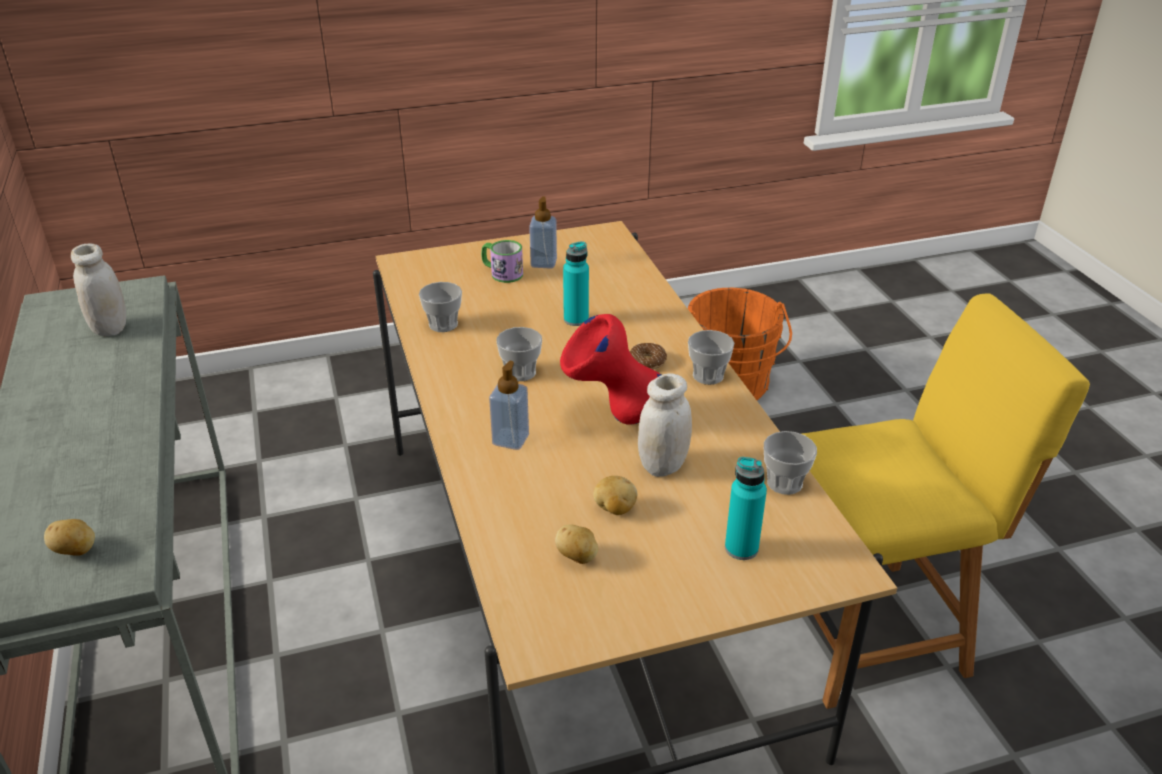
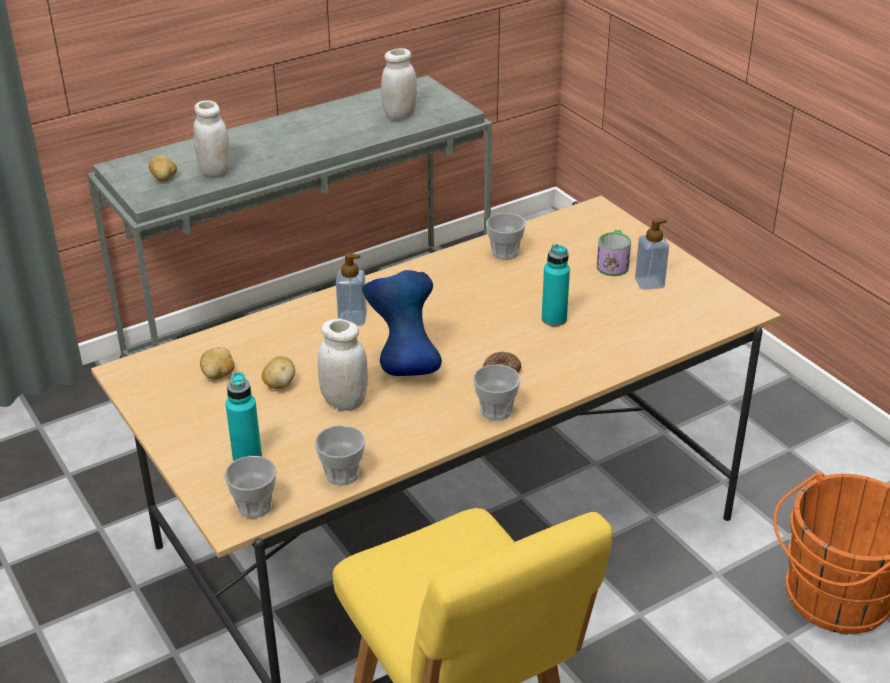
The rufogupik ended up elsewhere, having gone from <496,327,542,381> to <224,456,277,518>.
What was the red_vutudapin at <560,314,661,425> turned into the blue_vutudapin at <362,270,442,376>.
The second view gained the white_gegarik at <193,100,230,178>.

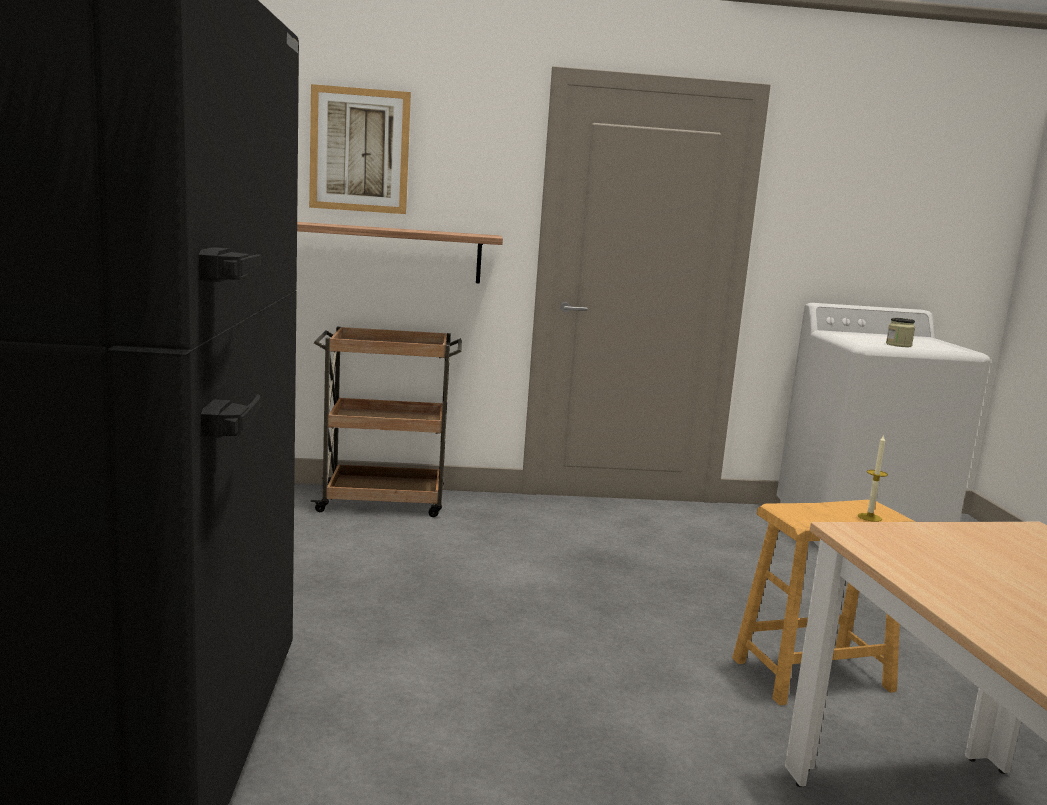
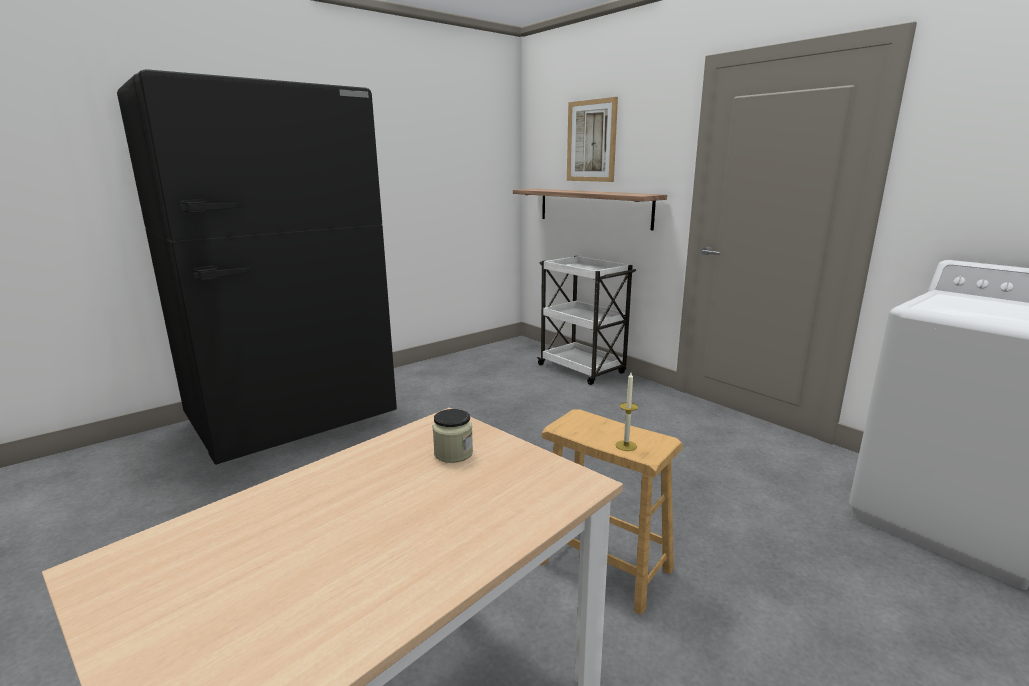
What was the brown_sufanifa at <311,327,462,517> turned into the white_sufanifa at <536,256,636,385>.
The gegarik ended up elsewhere, having gone from <886,318,915,347> to <433,409,473,463>.

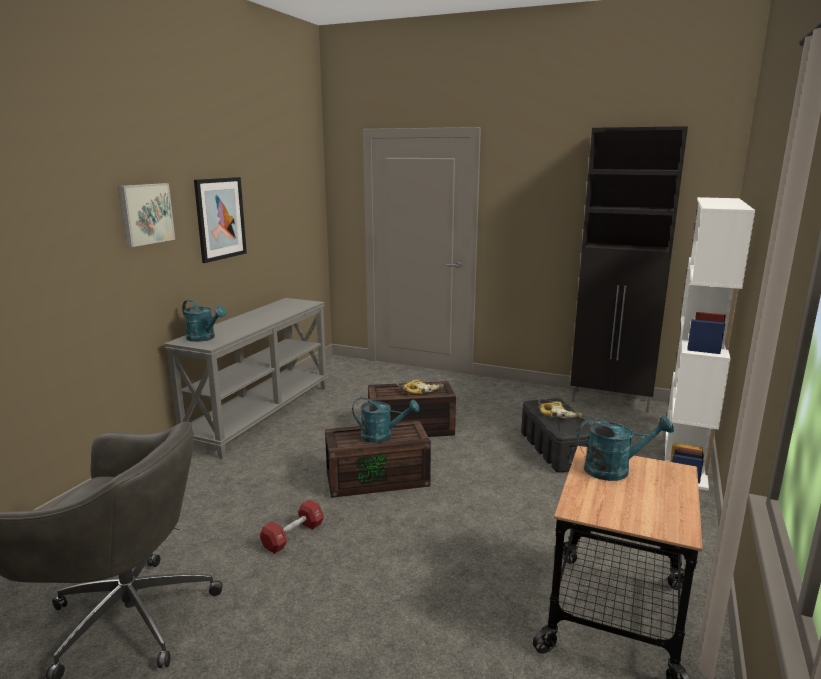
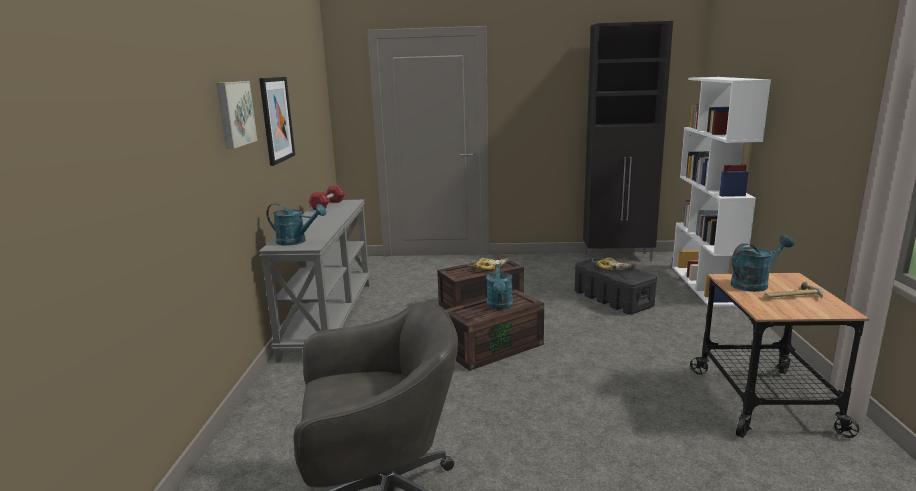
The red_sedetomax ended up elsewhere, having gone from <260,499,324,554> to <309,185,345,210>.
The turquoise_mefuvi at <352,397,419,443> ended up facing another way, 105 degrees clockwise from before.
The second view gained the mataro at <764,281,823,298>.

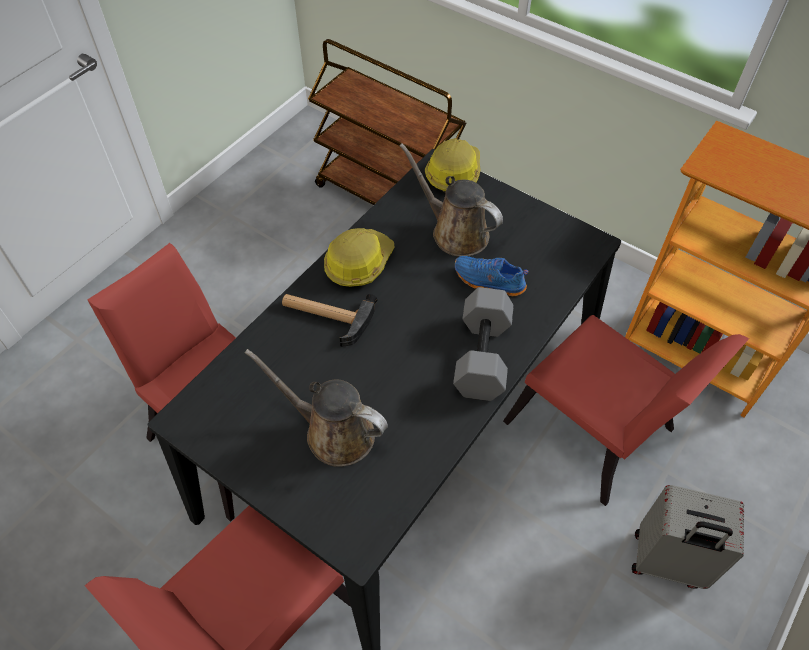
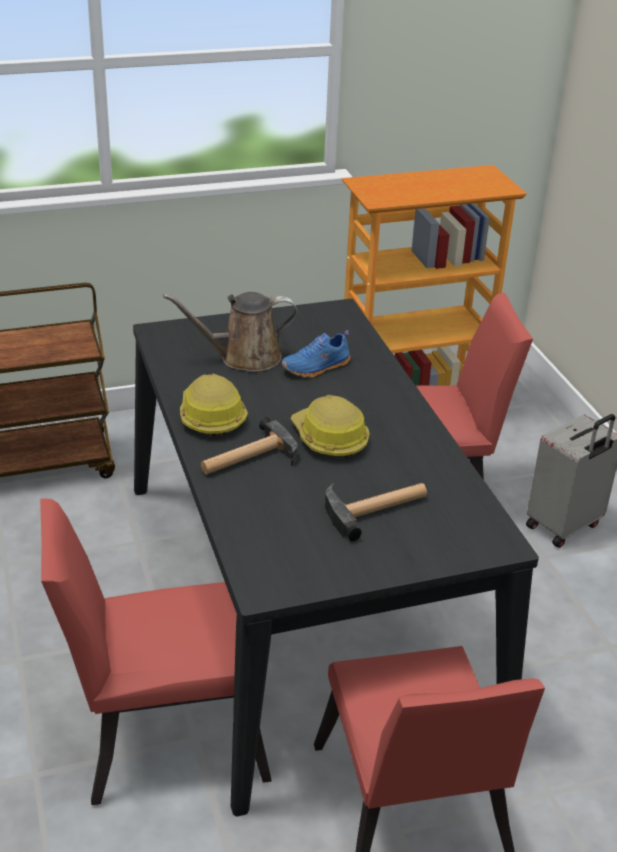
Where the brown_mefuvi stood at <245,349,388,467>, the mataro came to stand at <325,483,427,542>.
The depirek ended up elsewhere, having gone from <425,138,481,193> to <291,395,370,459>.
The second view lost the grey_sedetomax at <453,287,514,401>.

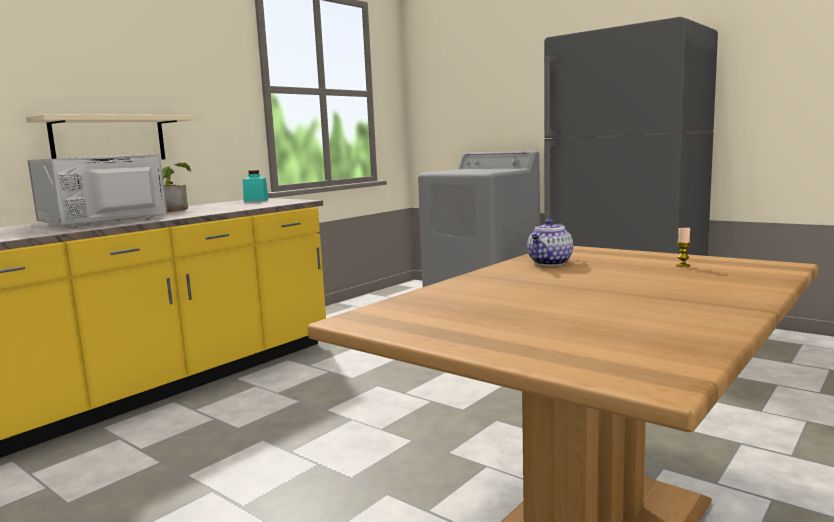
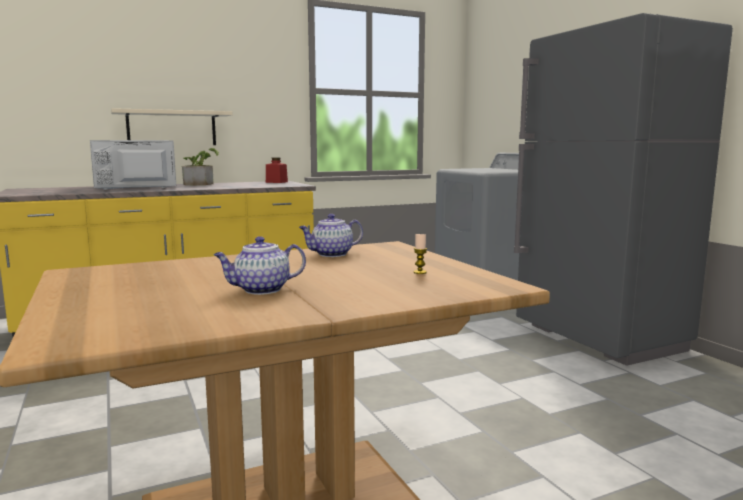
What was the turquoise_gegarik at <243,170,269,202> turned into the red_gegarik at <266,158,288,183>.
The second view gained the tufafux at <213,236,306,295>.

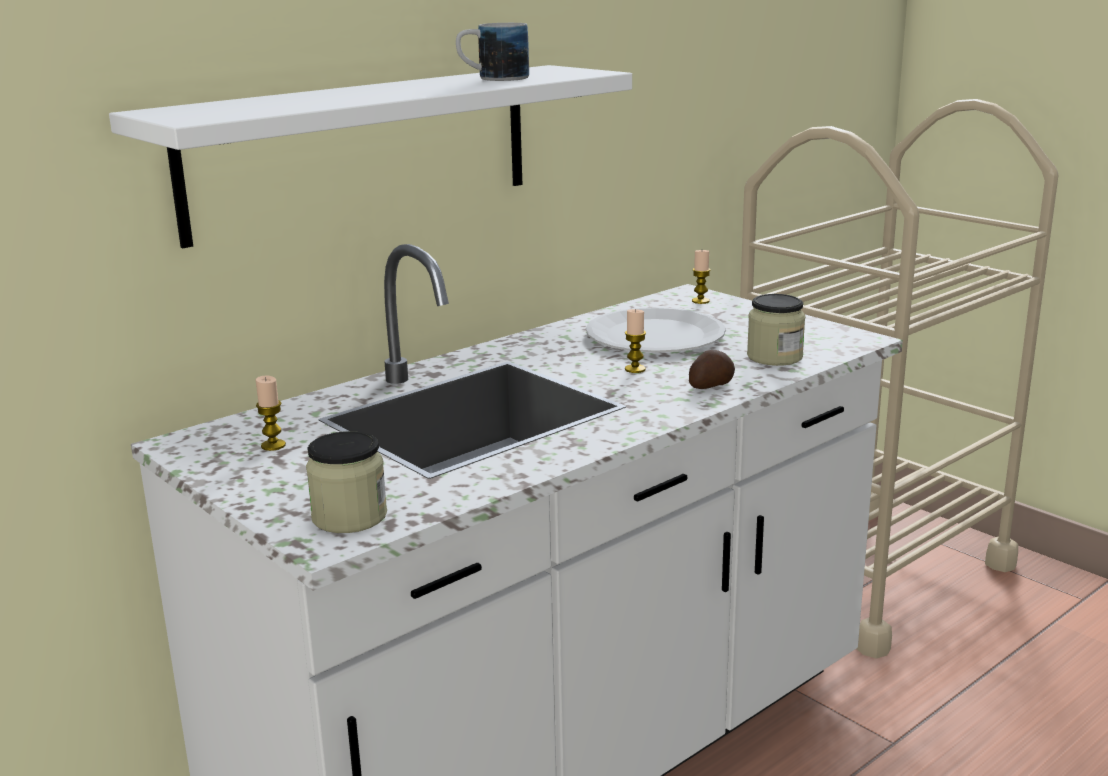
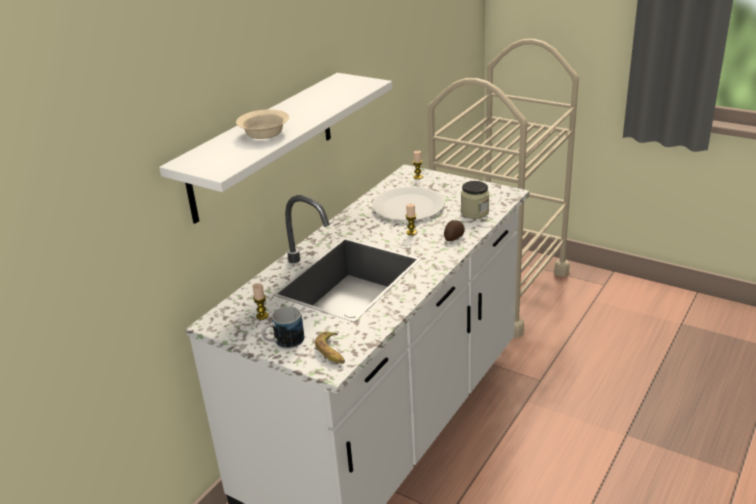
Where the gegarik stood at <306,431,387,533>, the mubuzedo came to stand at <315,332,345,363>.
The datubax ended up elsewhere, having gone from <456,23,529,81> to <261,306,304,348>.
The second view gained the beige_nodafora at <236,109,289,139>.

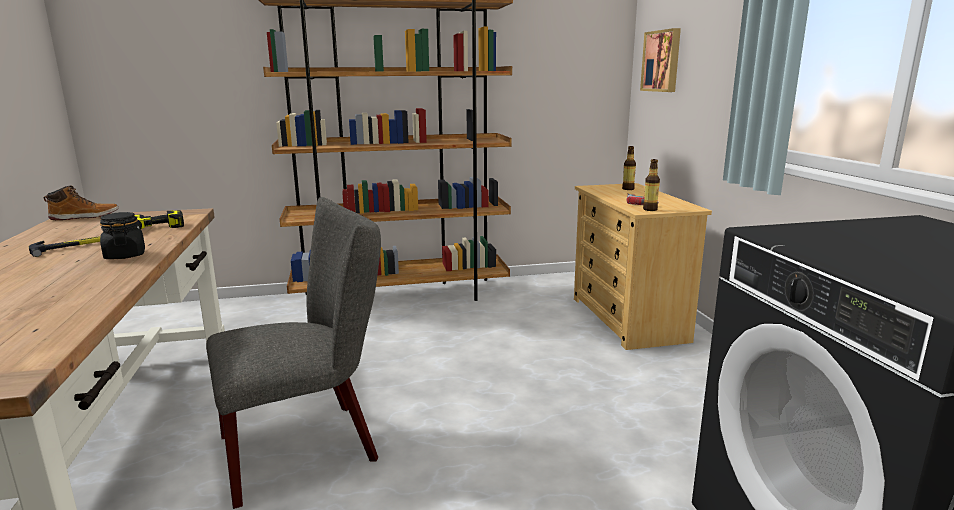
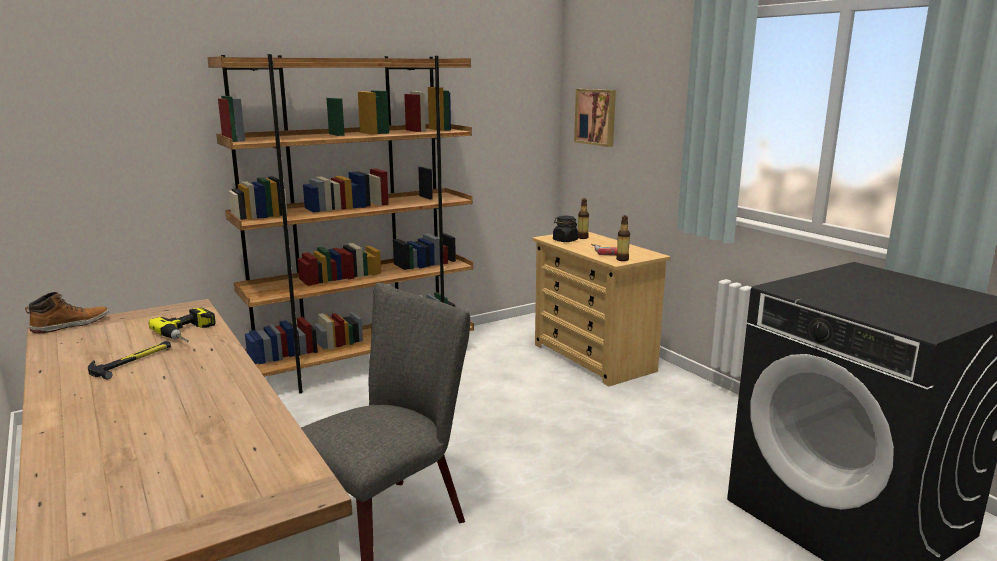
The black_gegarik ended up elsewhere, having gone from <100,212,145,259> to <553,216,578,242>.

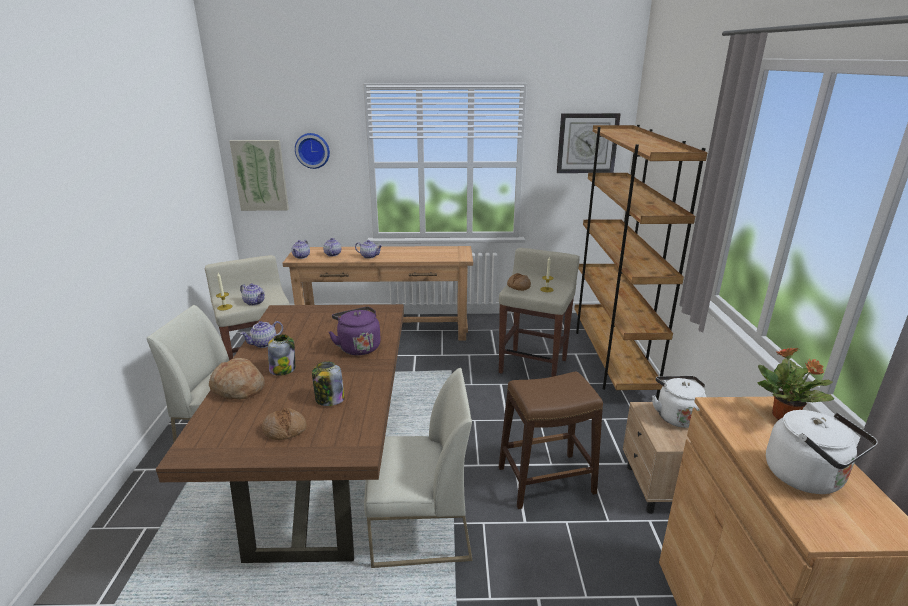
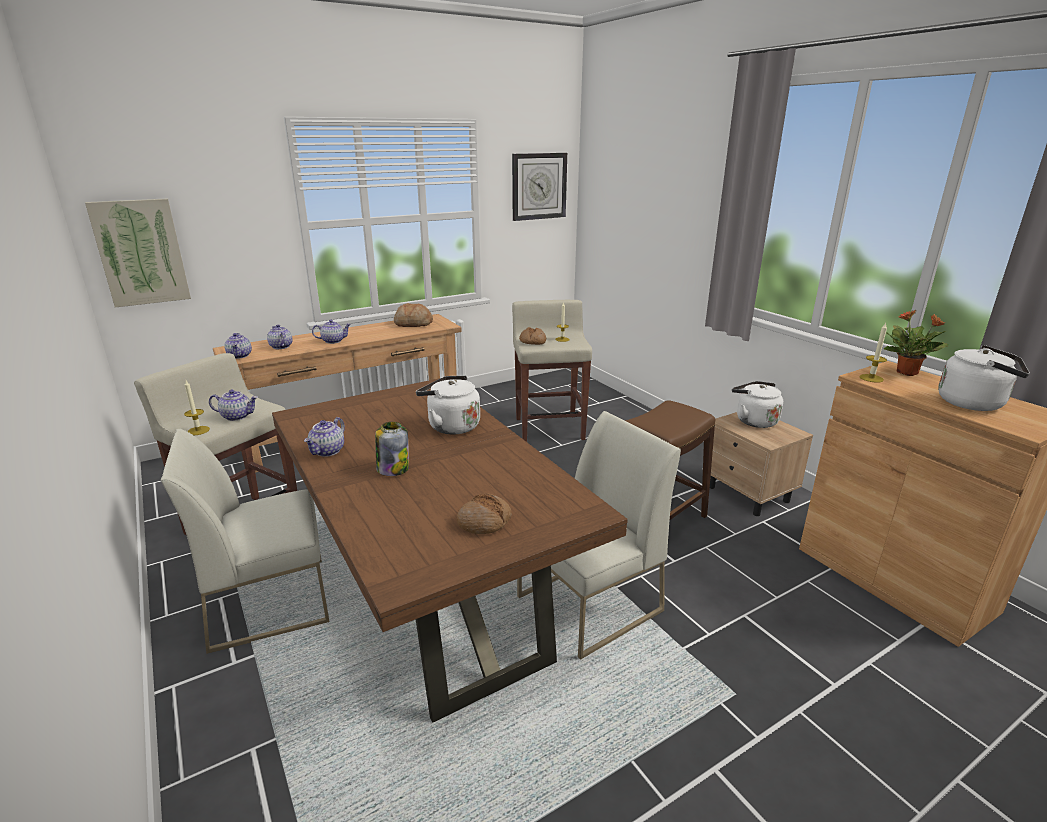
The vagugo ended up elsewhere, having gone from <209,358,265,400> to <394,303,433,327>.
The second view lost the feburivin at <295,133,330,169>.
The second view lost the gegarik at <312,361,345,406>.
What was the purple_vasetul at <329,307,381,355> turned into the white_vasetul at <416,376,480,435>.
The second view lost the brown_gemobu at <574,125,707,400>.
The second view gained the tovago at <859,323,887,383>.

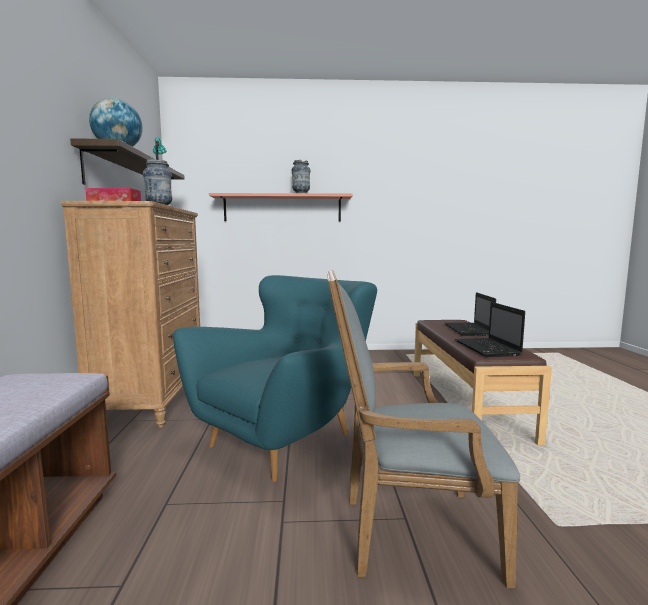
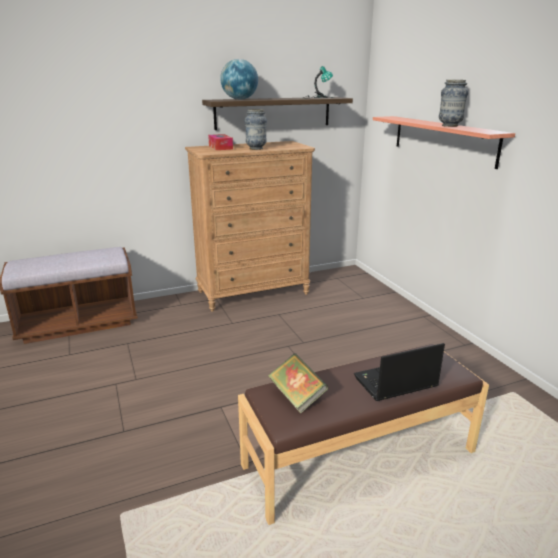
The second view lost the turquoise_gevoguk at <173,275,377,482>.
The second view lost the grey_gevoguk at <327,270,520,588>.
Where the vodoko stood at <455,302,525,357>, the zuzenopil came to stand at <268,353,329,414>.

